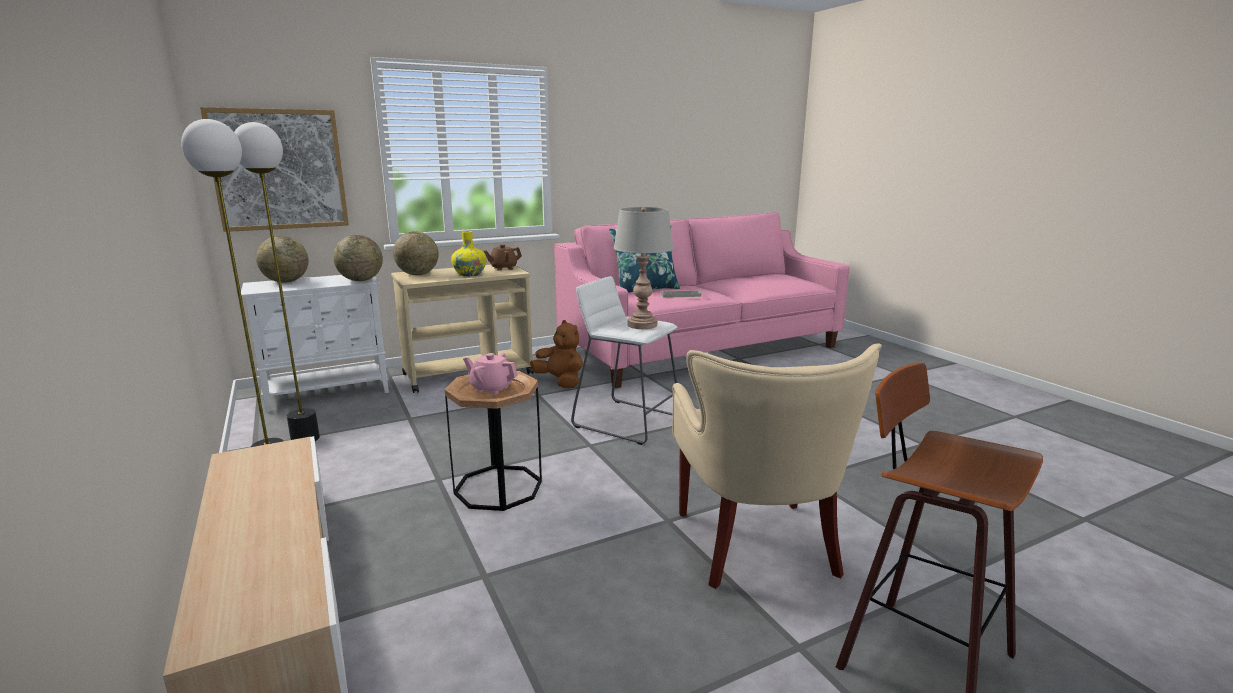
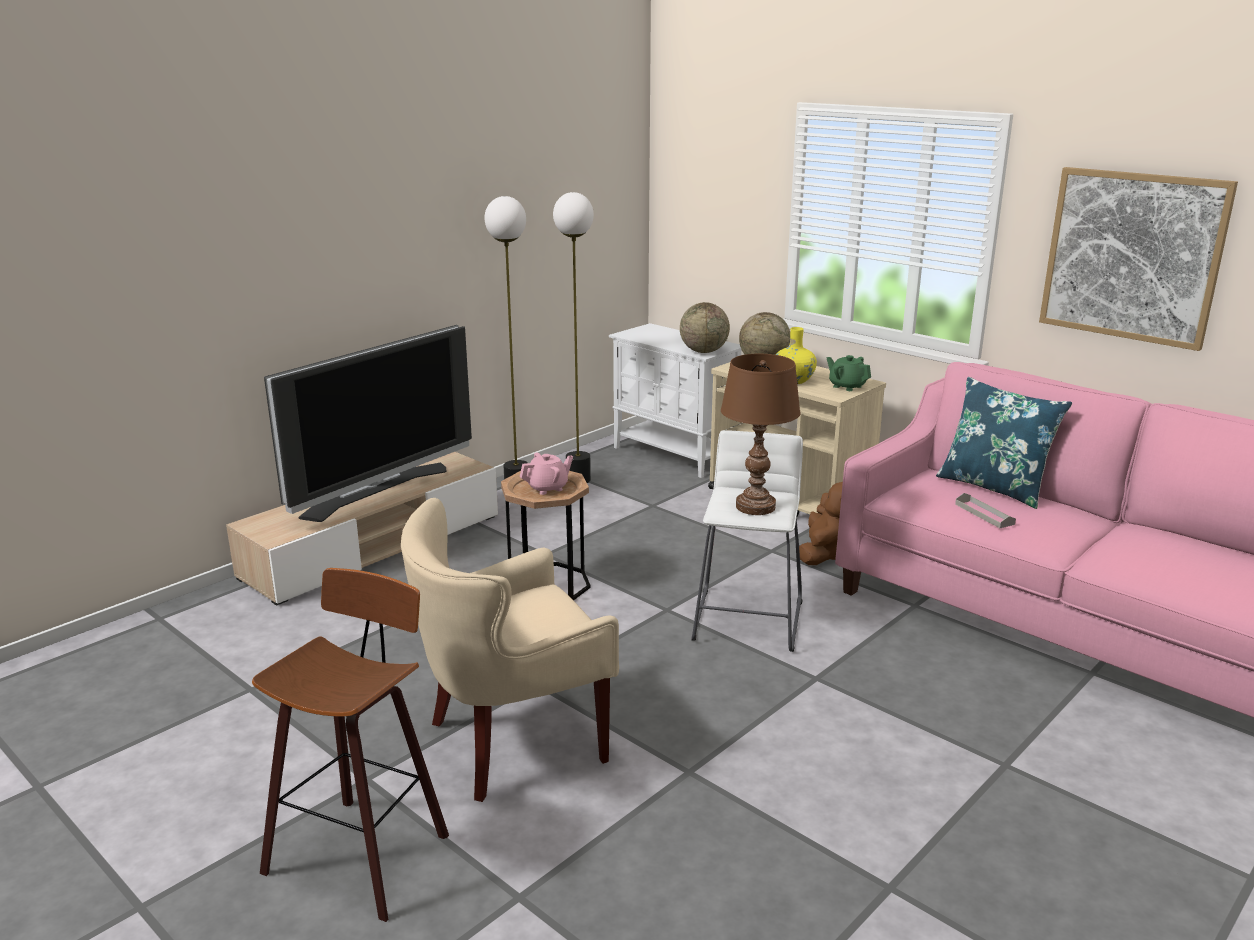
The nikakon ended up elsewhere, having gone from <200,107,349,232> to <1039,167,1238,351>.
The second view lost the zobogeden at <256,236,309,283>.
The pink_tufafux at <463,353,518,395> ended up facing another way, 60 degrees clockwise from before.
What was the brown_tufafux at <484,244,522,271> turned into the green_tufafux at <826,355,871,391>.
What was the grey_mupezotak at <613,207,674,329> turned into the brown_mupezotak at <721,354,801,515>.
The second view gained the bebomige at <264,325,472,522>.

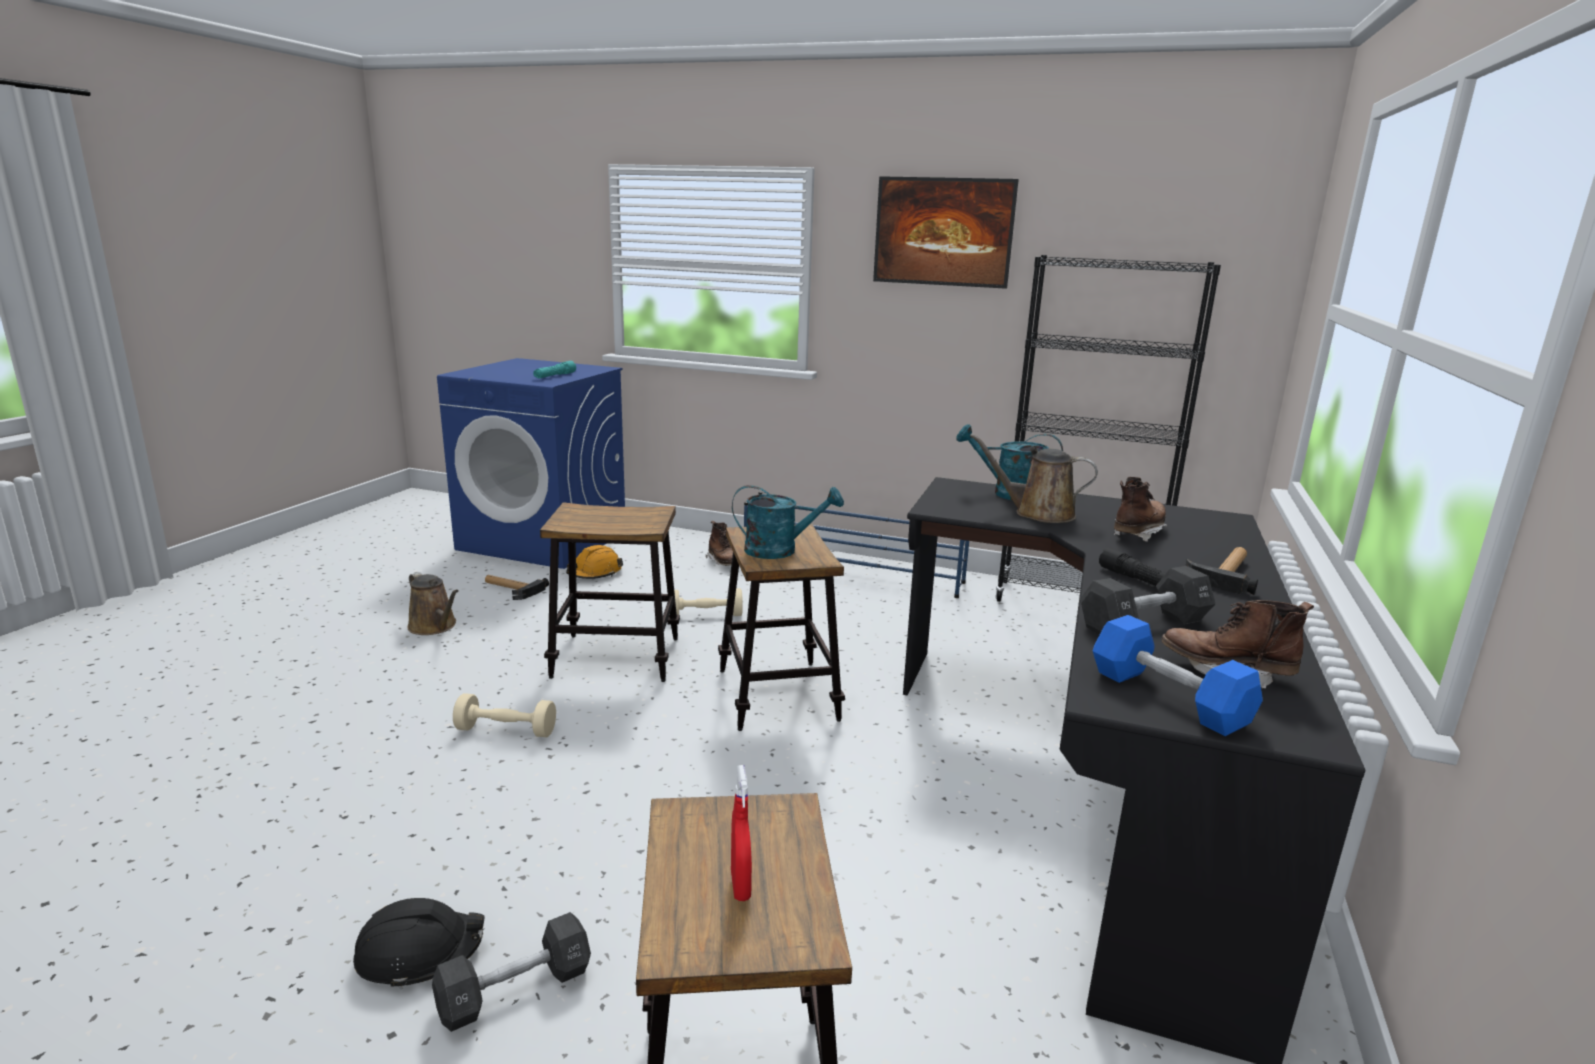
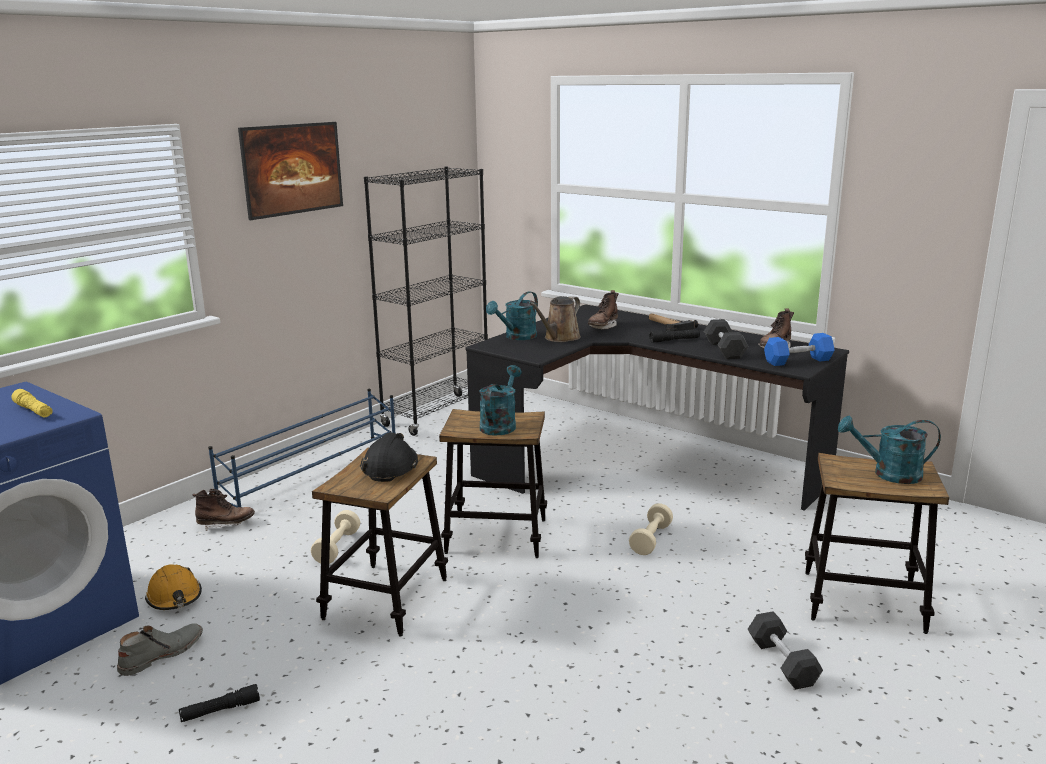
The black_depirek ended up elsewhere, having gone from <353,898,485,989> to <360,433,418,482>.
Where the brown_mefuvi stood at <407,572,459,635>, the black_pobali came to stand at <179,684,260,722>.
The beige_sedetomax ended up elsewhere, having gone from <453,693,556,737> to <629,503,673,555>.
Where the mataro stood at <485,575,549,600>, the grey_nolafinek came to stand at <117,623,203,676>.
What was the turquoise_pobali at <533,361,576,379> turned into the yellow_pobali at <11,389,53,417>.
Where the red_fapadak stood at <731,765,752,901>, the turquoise_mefuvi came to stand at <838,416,941,484>.
The brown_nolafinek at <1114,477,1167,542> ended up facing another way, 120 degrees counterclockwise from before.

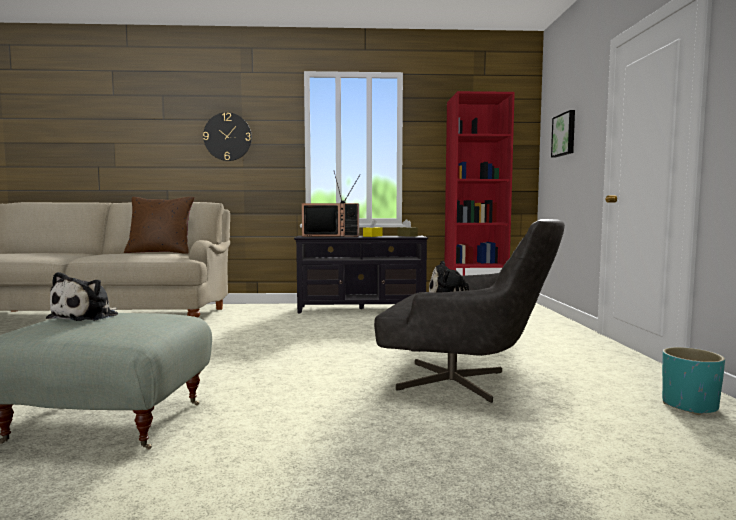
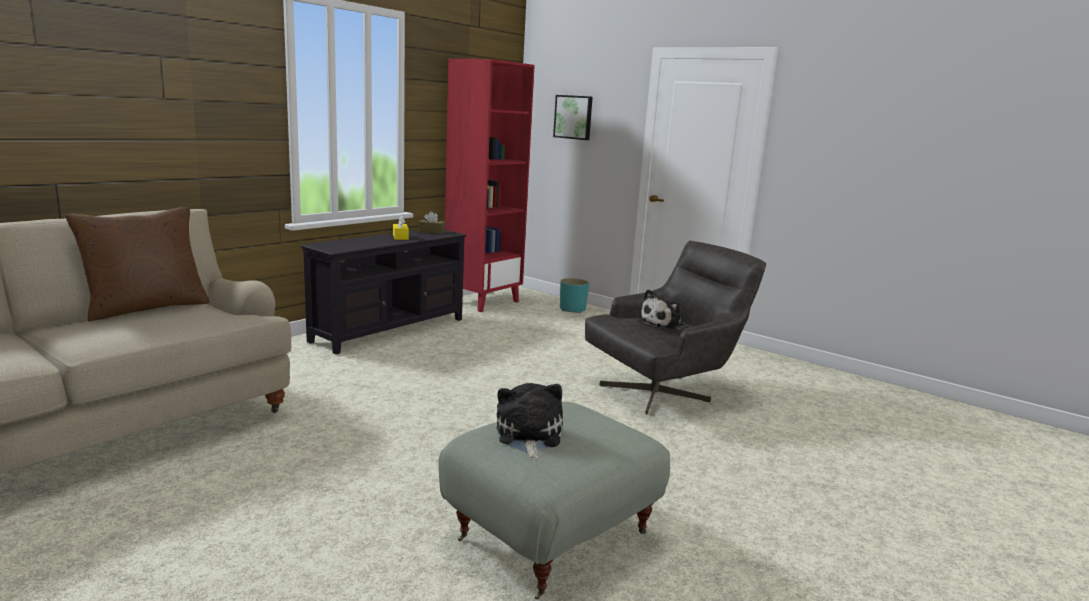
The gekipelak at <46,272,118,321> ended up facing another way, 150 degrees counterclockwise from before.
The second view lost the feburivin at <203,112,252,161>.
The second view lost the bebomige at <302,172,361,237>.
The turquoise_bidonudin ended up elsewhere, having gone from <662,347,725,415> to <560,278,589,313>.

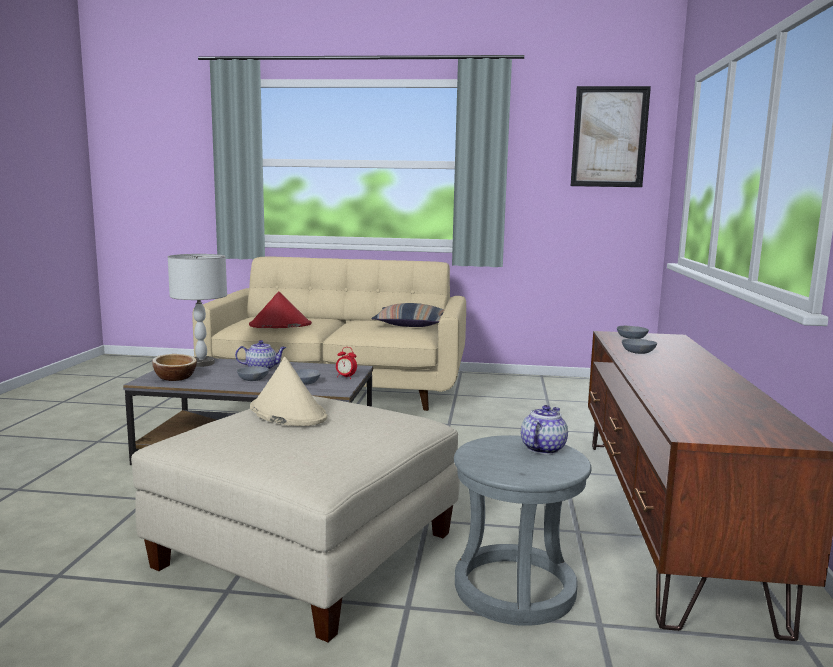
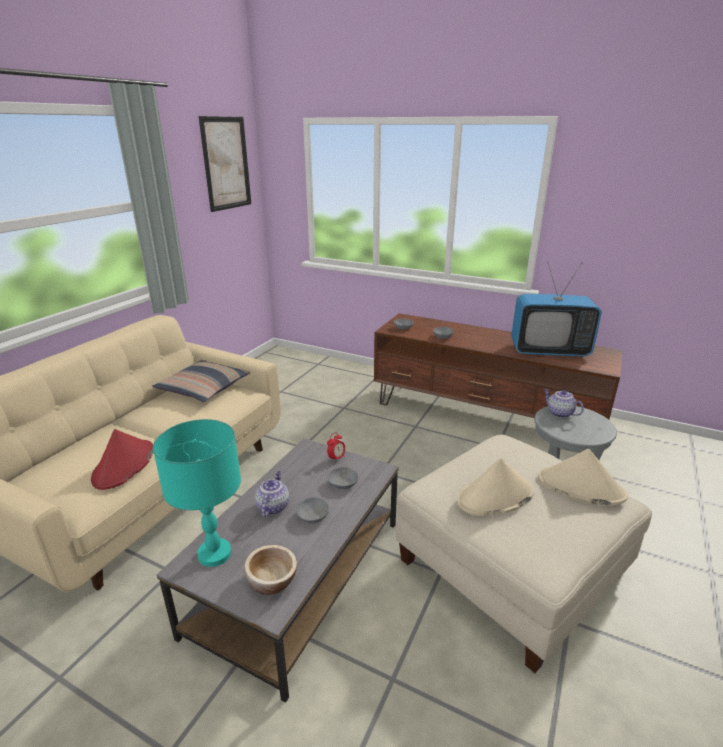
What was the grey_mupezotak at <168,254,227,367> turned into the turquoise_mupezotak at <153,419,241,567>.
The second view gained the bebomige at <511,262,602,357>.
The second view gained the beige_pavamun at <538,449,628,506>.

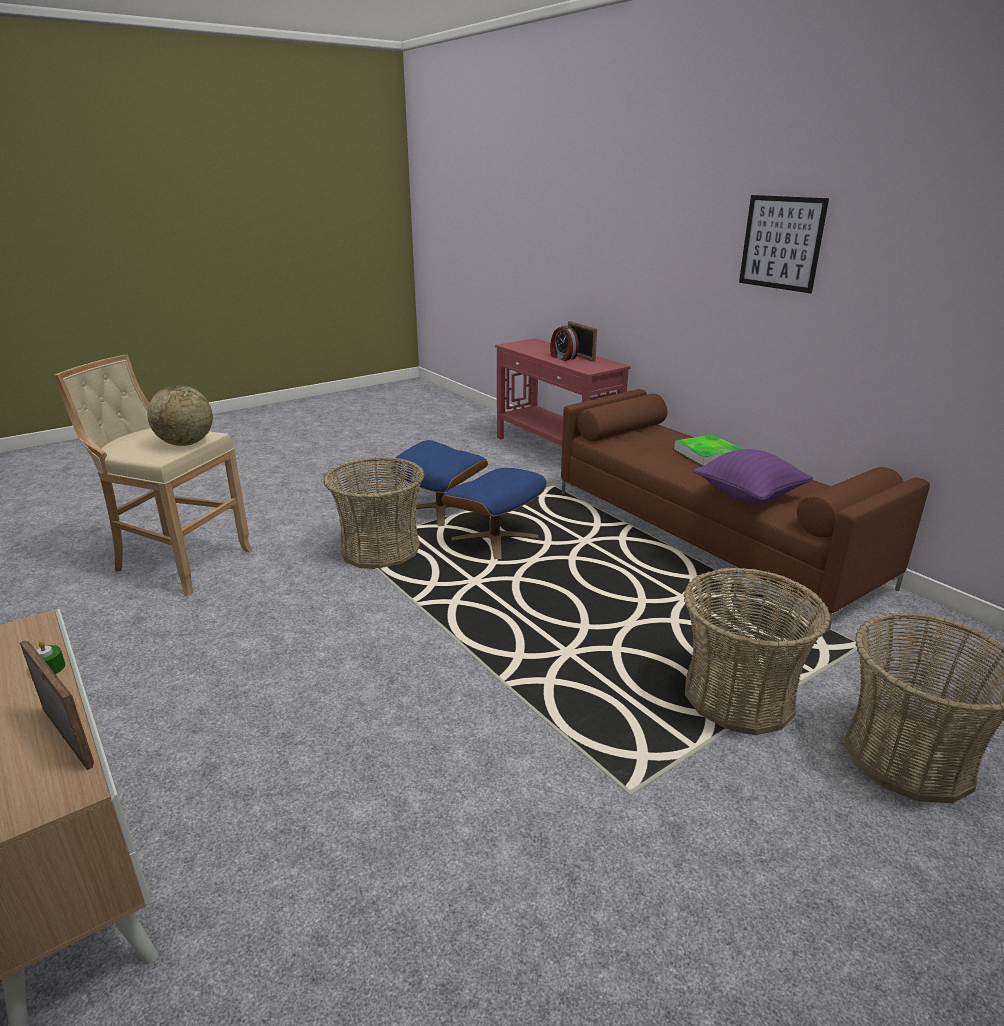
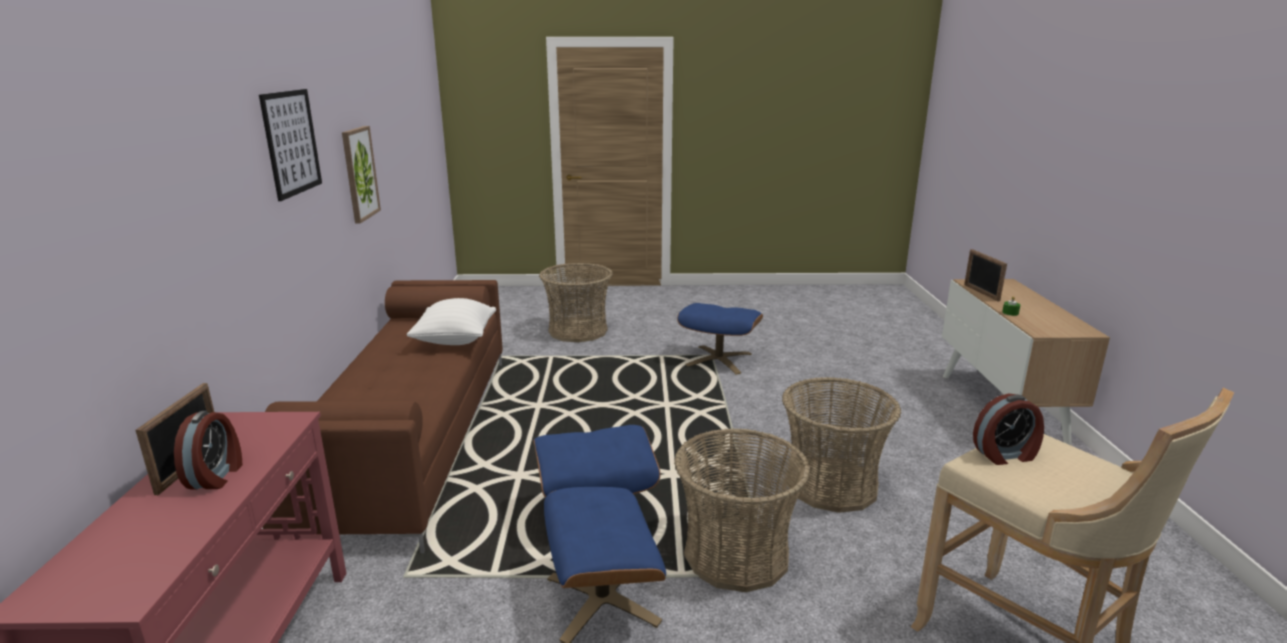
Where the zobogeden stood at <147,385,213,446>, the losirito came to stand at <973,394,1044,465>.
The second view lost the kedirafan at <674,434,742,465>.
The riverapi ended up elsewhere, having gone from <683,567,831,735> to <782,377,901,513>.
What was the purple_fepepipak at <693,449,813,505> turned into the white_fepepipak at <406,298,496,345>.
The second view gained the nikakon at <342,126,381,224>.
The second view gained the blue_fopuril at <677,303,763,375>.

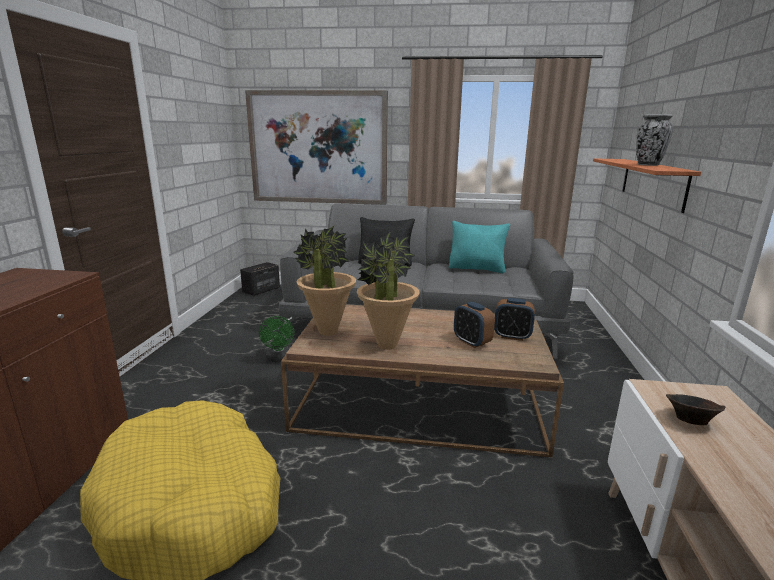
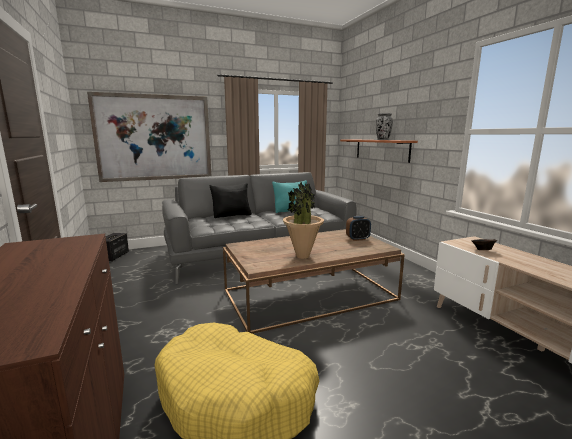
The second view lost the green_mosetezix at <259,316,294,362>.
The second view lost the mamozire at <293,226,356,336>.
The second view lost the losirito at <454,302,495,348>.

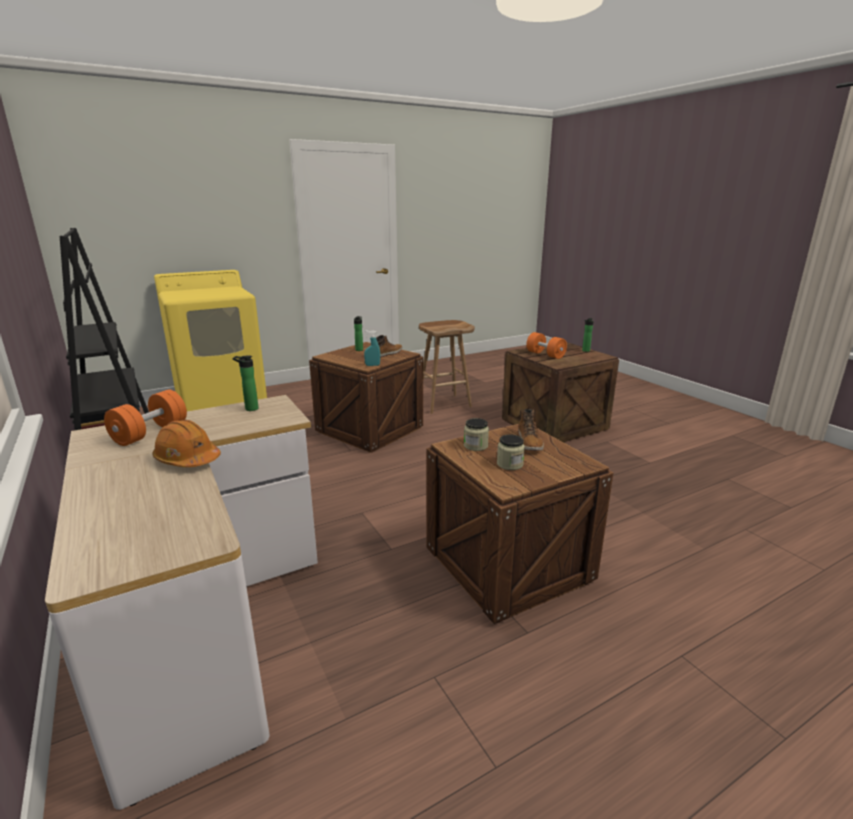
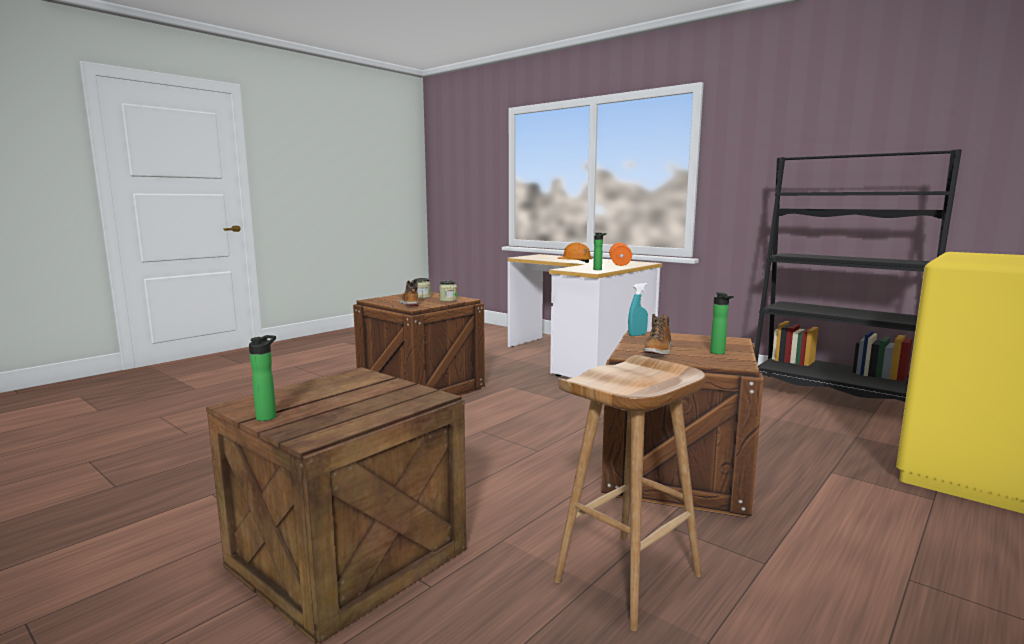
The second view lost the orange_sedetomax at <526,332,567,359>.

